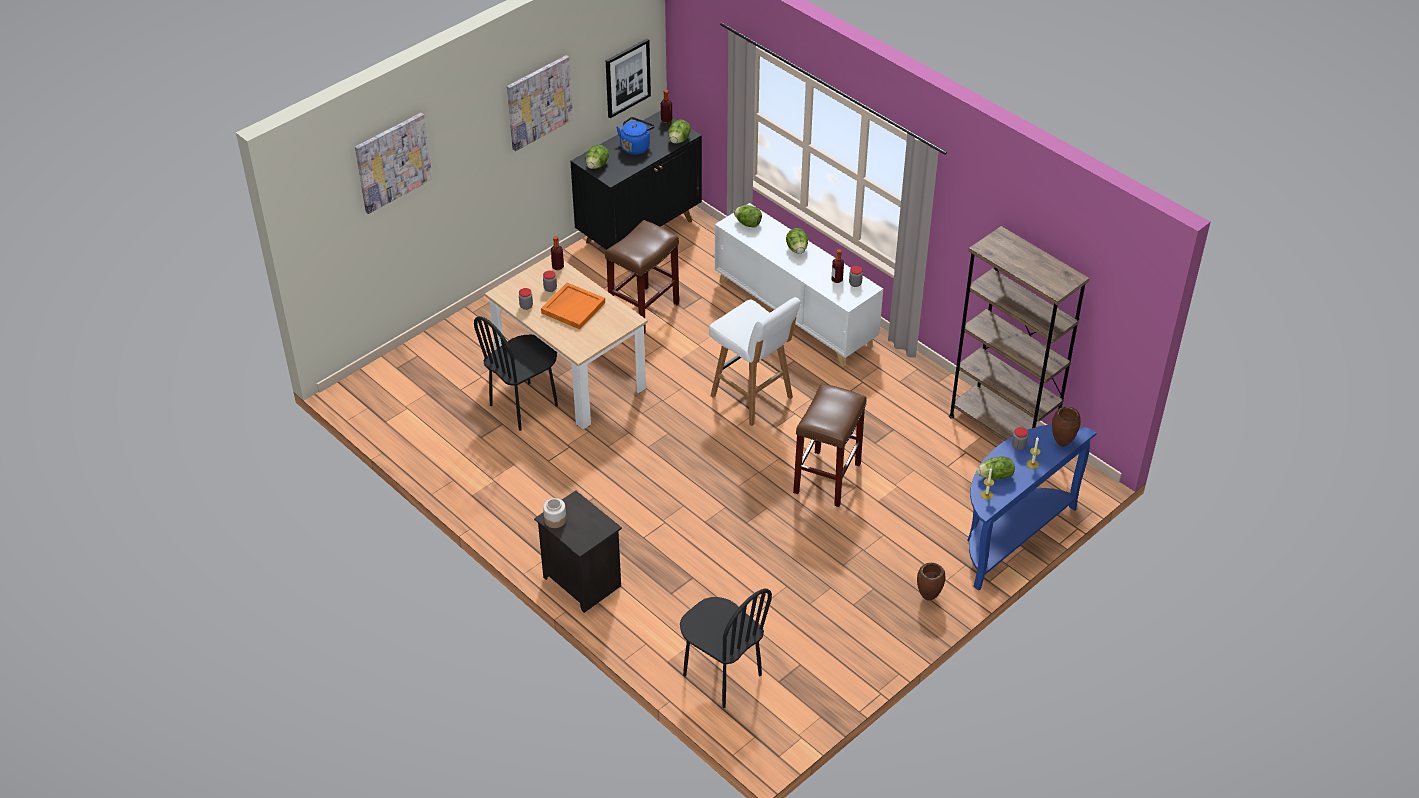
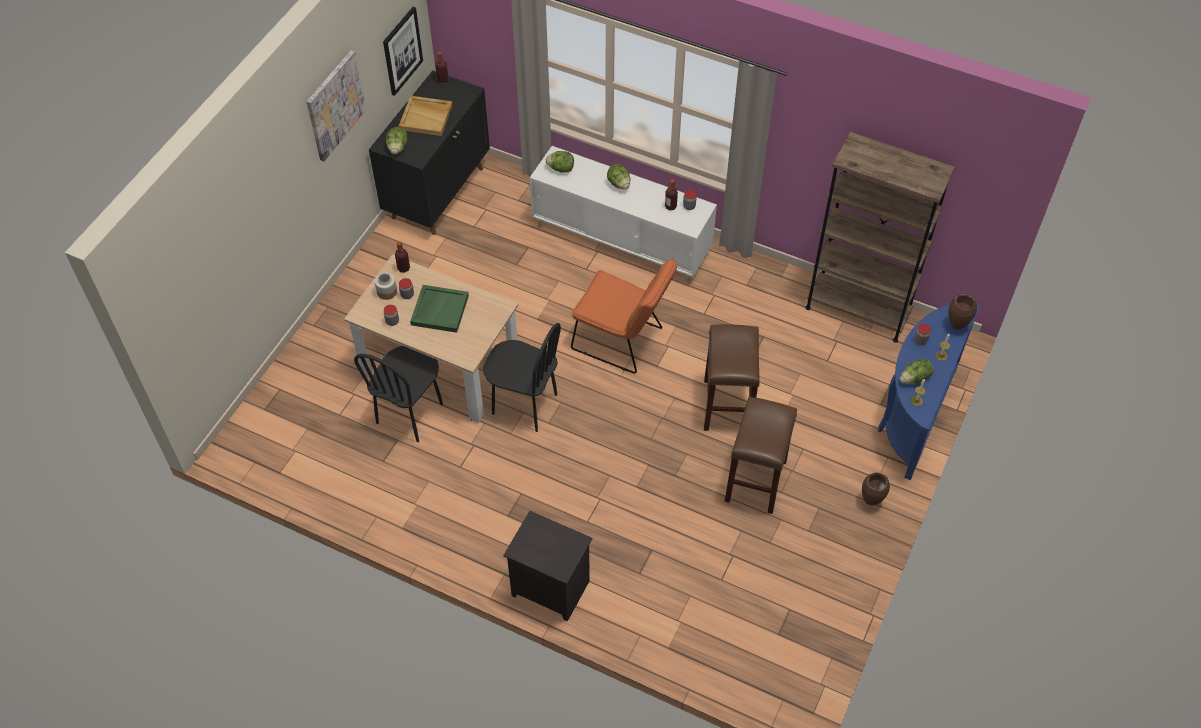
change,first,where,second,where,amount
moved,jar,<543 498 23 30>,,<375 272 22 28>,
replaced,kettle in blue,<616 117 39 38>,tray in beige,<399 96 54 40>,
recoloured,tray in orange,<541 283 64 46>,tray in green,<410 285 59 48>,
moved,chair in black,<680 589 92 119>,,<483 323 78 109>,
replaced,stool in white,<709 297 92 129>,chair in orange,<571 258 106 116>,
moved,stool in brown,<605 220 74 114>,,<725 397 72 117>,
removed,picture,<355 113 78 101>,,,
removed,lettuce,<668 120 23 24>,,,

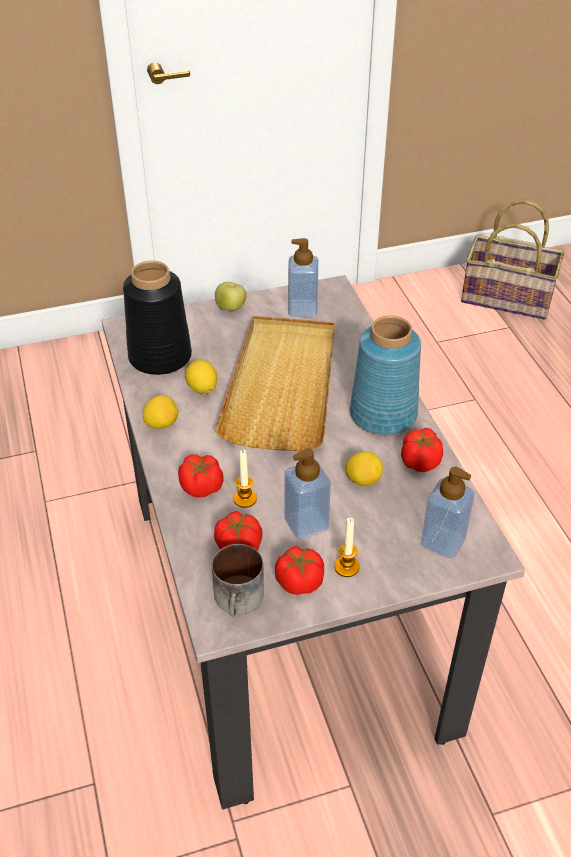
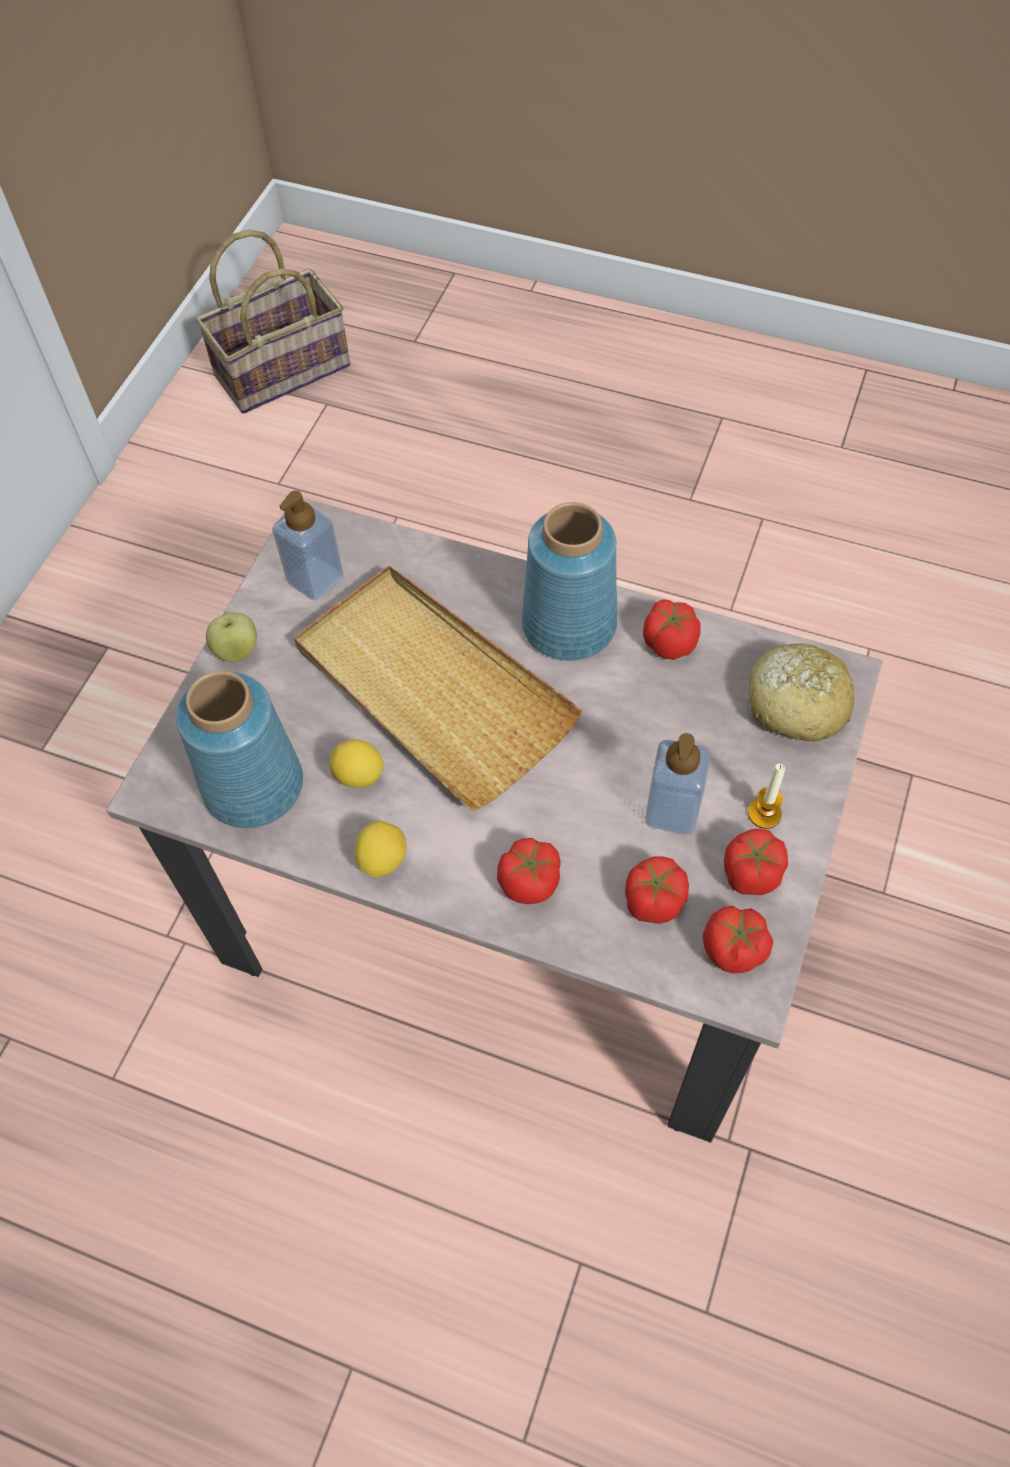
change,first,where,second,where,amount
recoloured,vase in black,<123 260 69 115>,vase in blue,<176 671 127 157>,
replaced,mug,<212 544 52 73>,tomato,<702 906 71 67>,
replaced,soap dispenser,<421 467 54 92>,bread,<749 643 105 98>,
removed,candle,<233 450 24 58>,,,
removed,lemon,<345 451 38 35>,,,

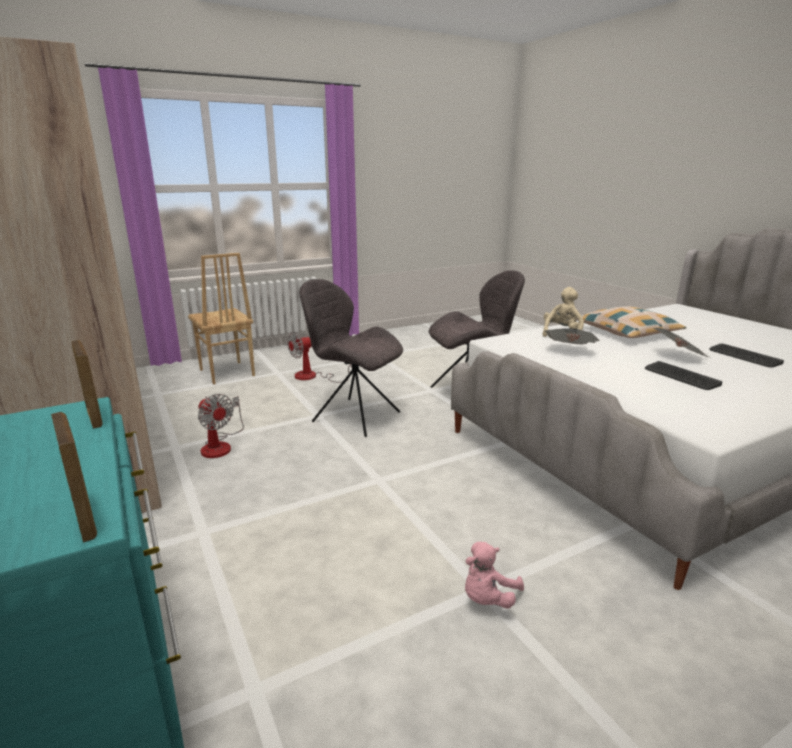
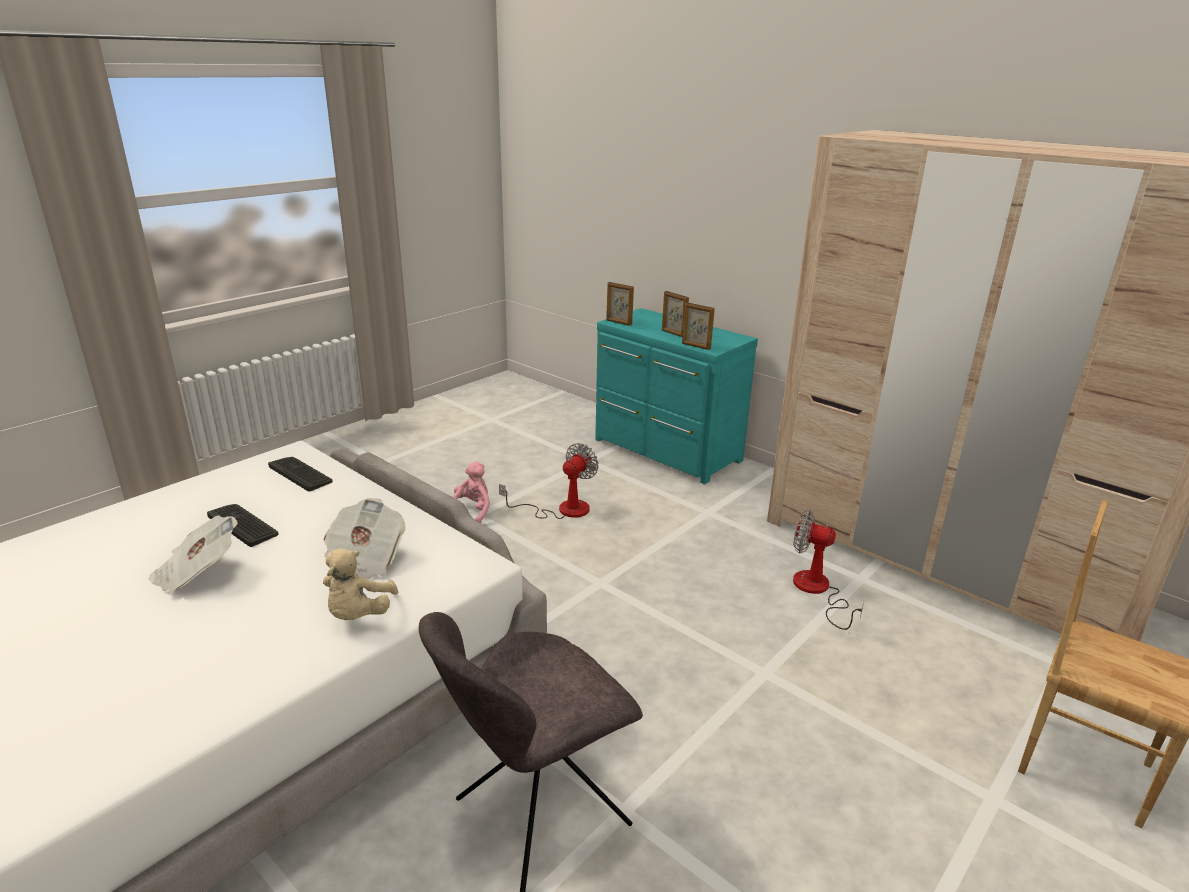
change,first,where,second,where,amount
moved,keyboard,<709 343 75 25>,,<268 457 65 35>,
moved,fan,<287 332 65 51>,,<499 443 100 76>,
added,,,picture frame,<662 291 27 46>,
removed,chair in grey,<299 279 104 158>,,,
removed,pillow,<576 306 111 32>,,,

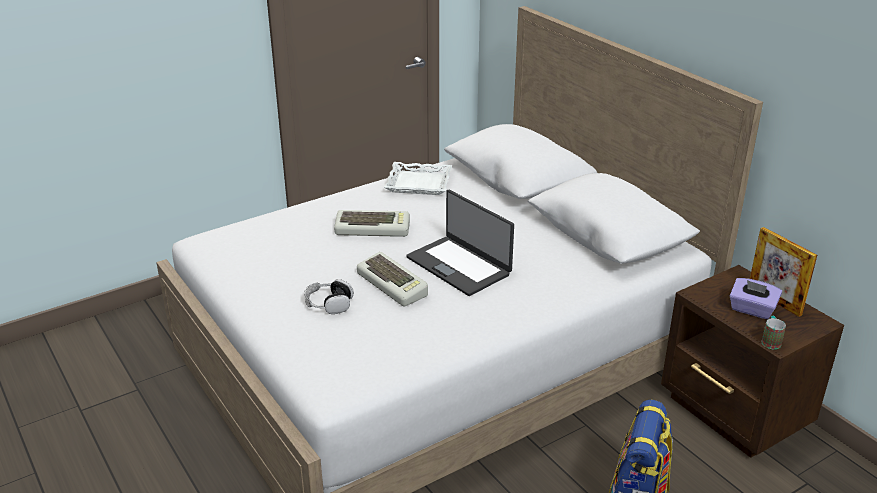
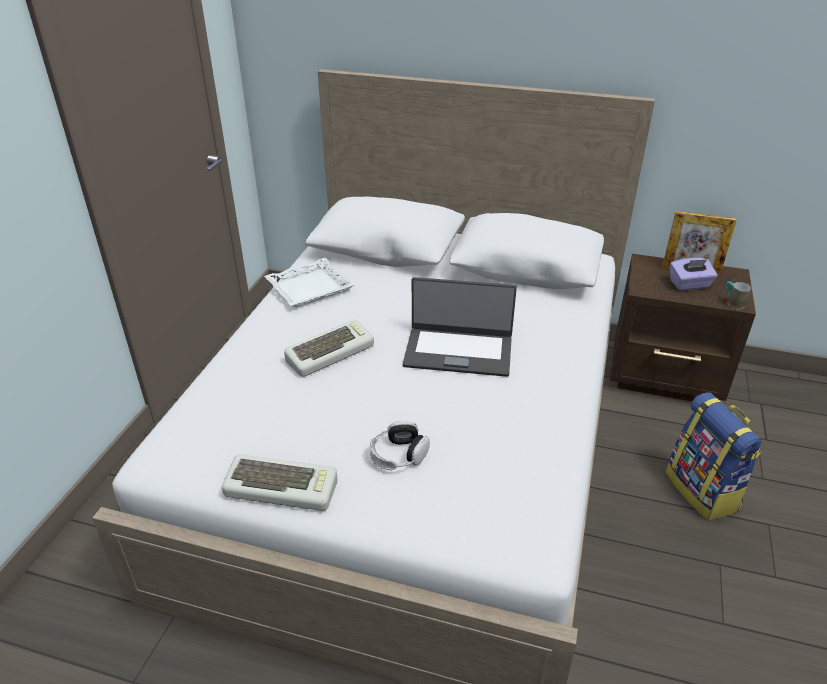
change,first,where,second,where,amount
moved,keyboard,<357 252 71 54>,,<222 454 116 57>,

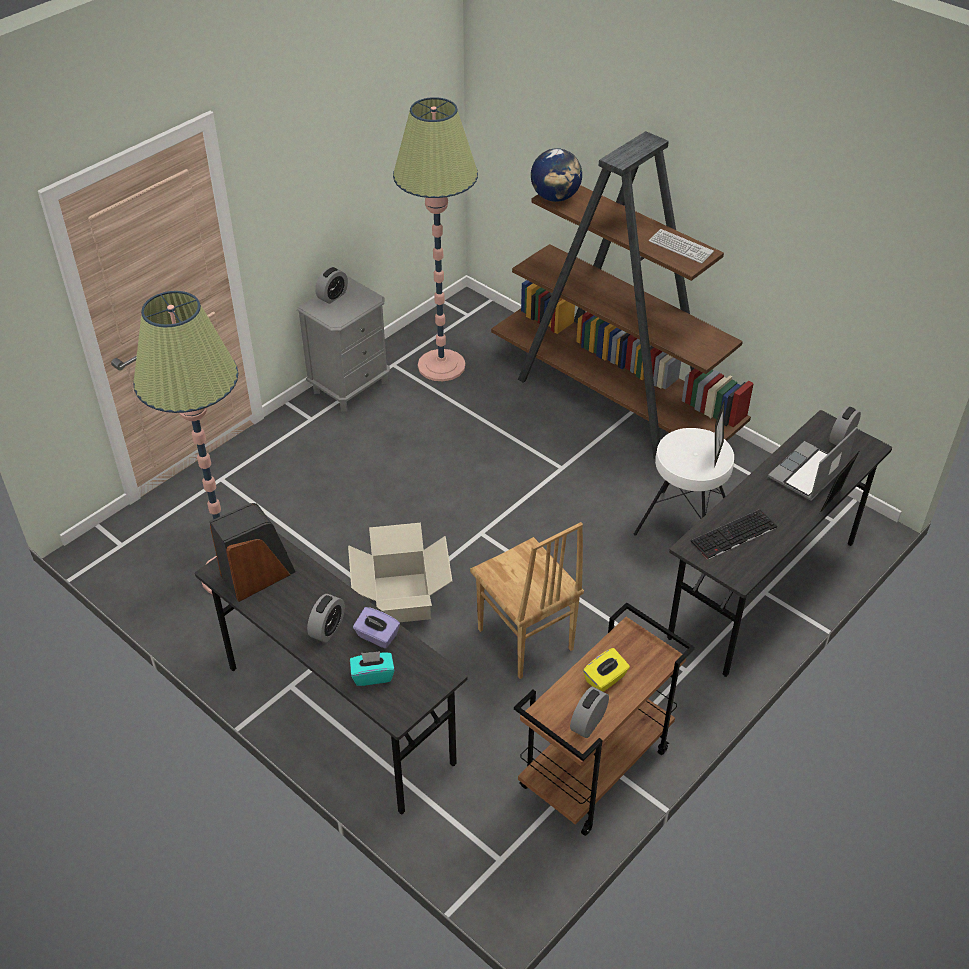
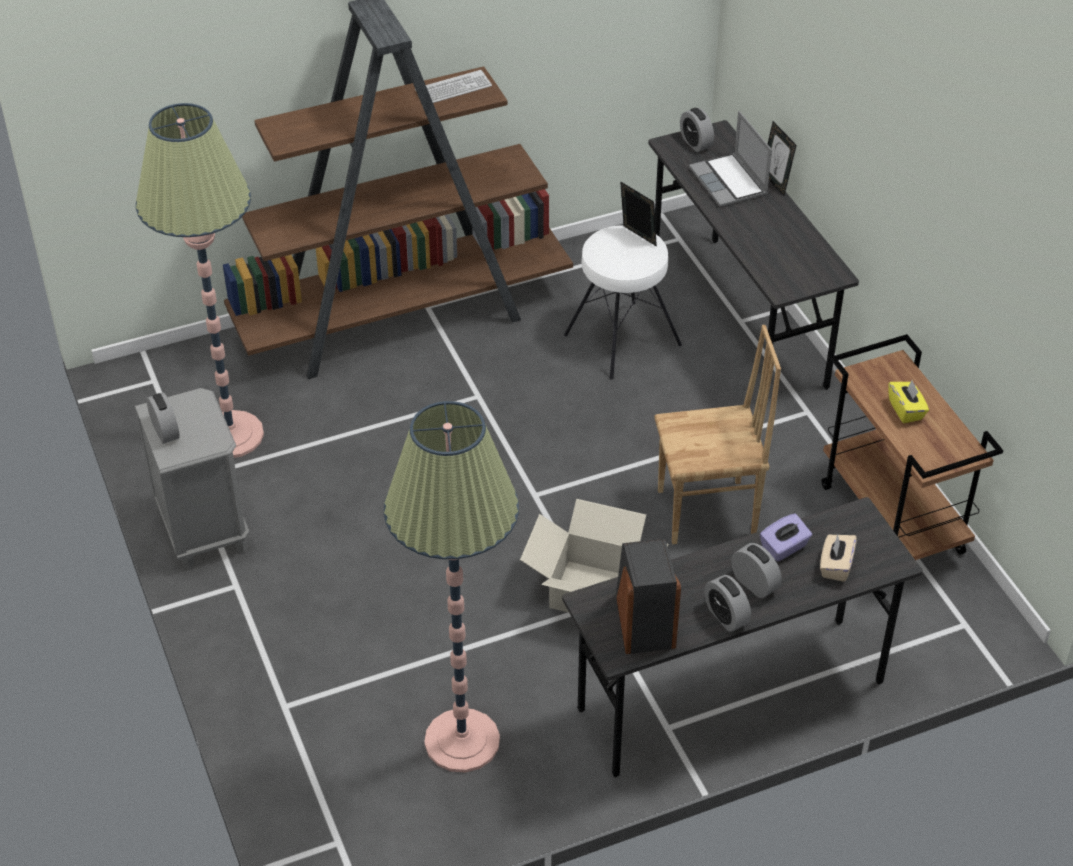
change,first,where,second,where,amount
moved,alarm clock,<570 687 39 51>,,<704 575 47 57>,
recoloured,tissue box in turquoise,<350 651 45 35>,tissue box in beige,<820 534 37 48>,
removed,globe,<531 148 51 54>,,,
removed,keyboard,<691 509 86 51>,,,

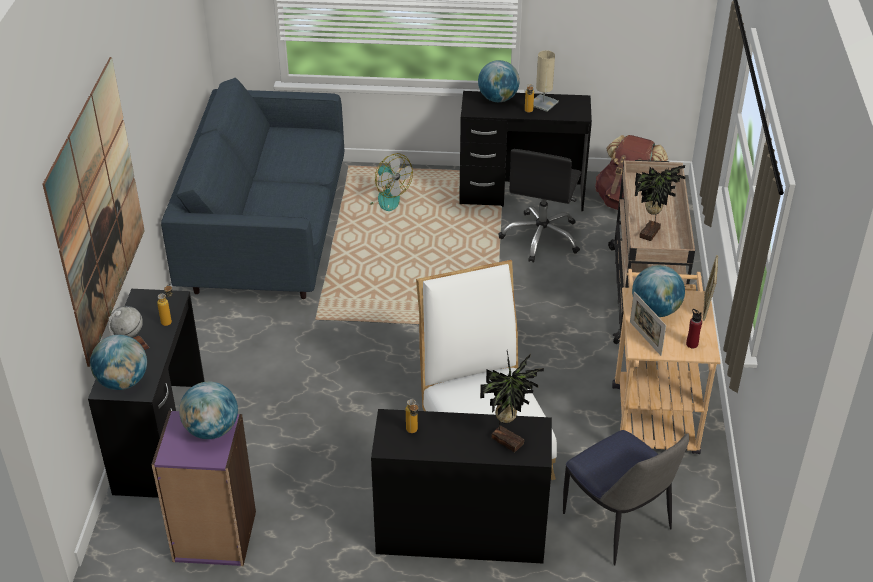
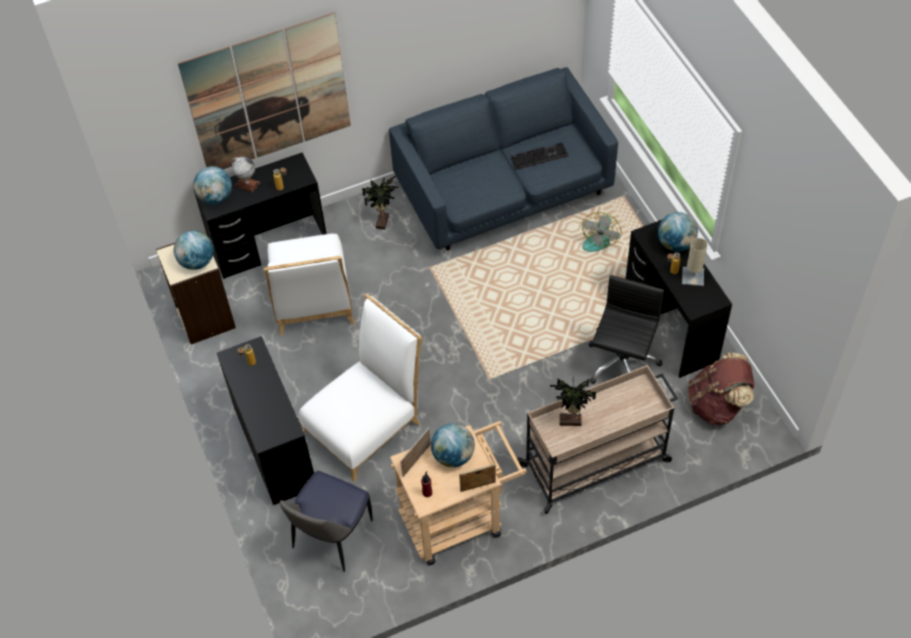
change,first,where,second,where,amount
recoloured,bookcase in purple,<151 411 105 155>,bookcase in beige,<156 243 80 101>,
added,,,chair in white,<264 234 91 102>,
moved,potted plant,<480 351 64 101>,,<362 176 36 54>,
added,,,keyboard,<510 142 58 28>,
turned,office chair in black,<499 149 82 114>,,<589 275 75 109>,120 degrees clockwise

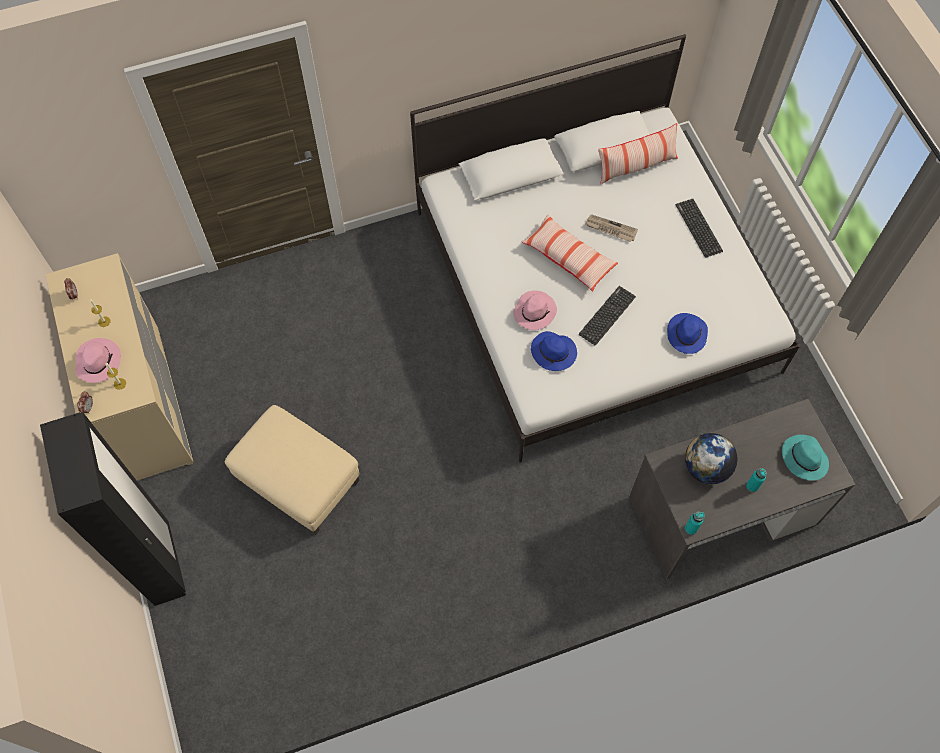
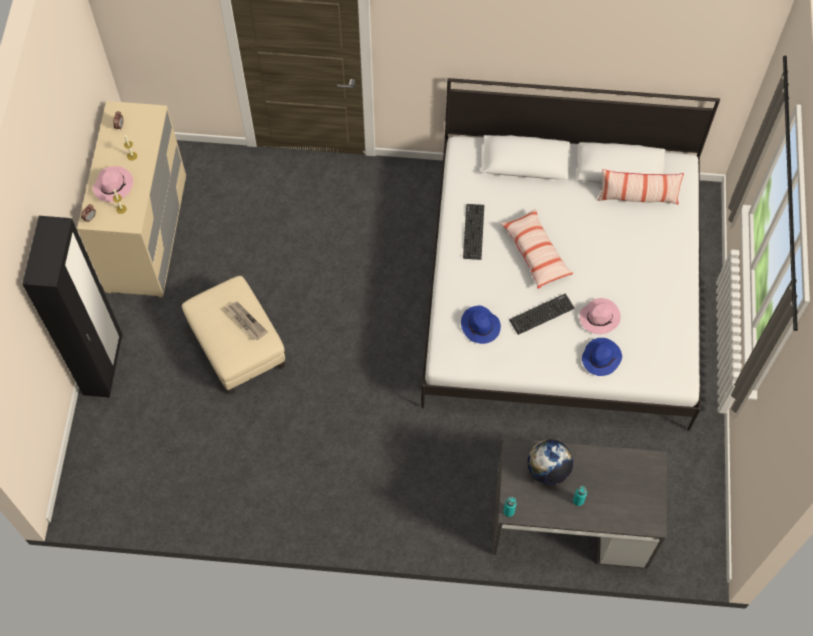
change,first,where,second,where,amount
moved,newspaper,<585 214 53 28>,,<225 302 43 39>,
moved,keyboard,<676 199 47 59>,,<463 204 21 56>,
moved,hat in pink,<513 291 44 39>,,<579 298 42 36>,
removed,hat in turquoise,<782 435 47 46>,,,

